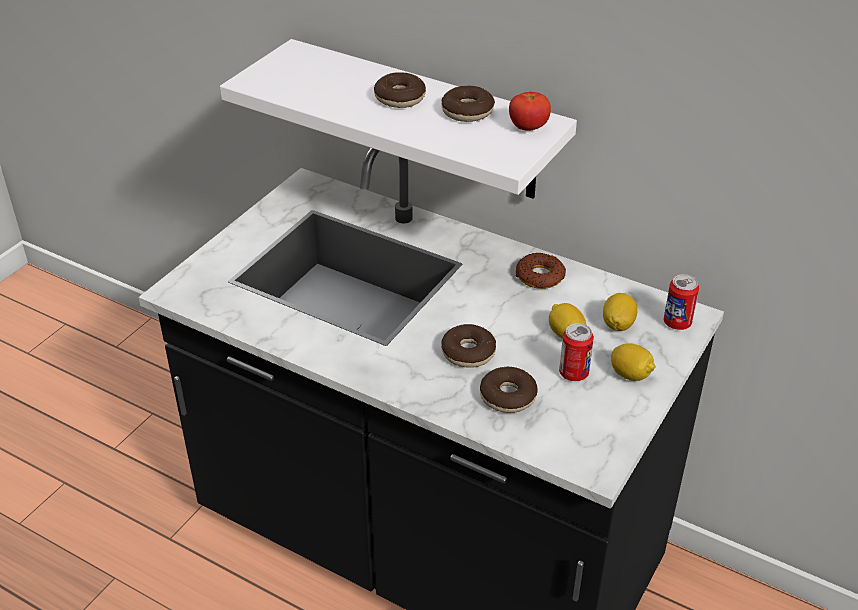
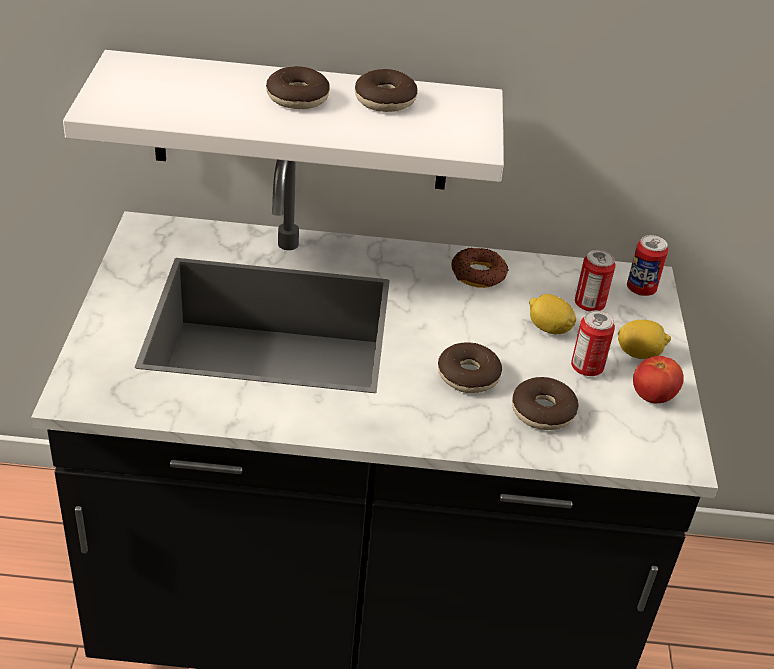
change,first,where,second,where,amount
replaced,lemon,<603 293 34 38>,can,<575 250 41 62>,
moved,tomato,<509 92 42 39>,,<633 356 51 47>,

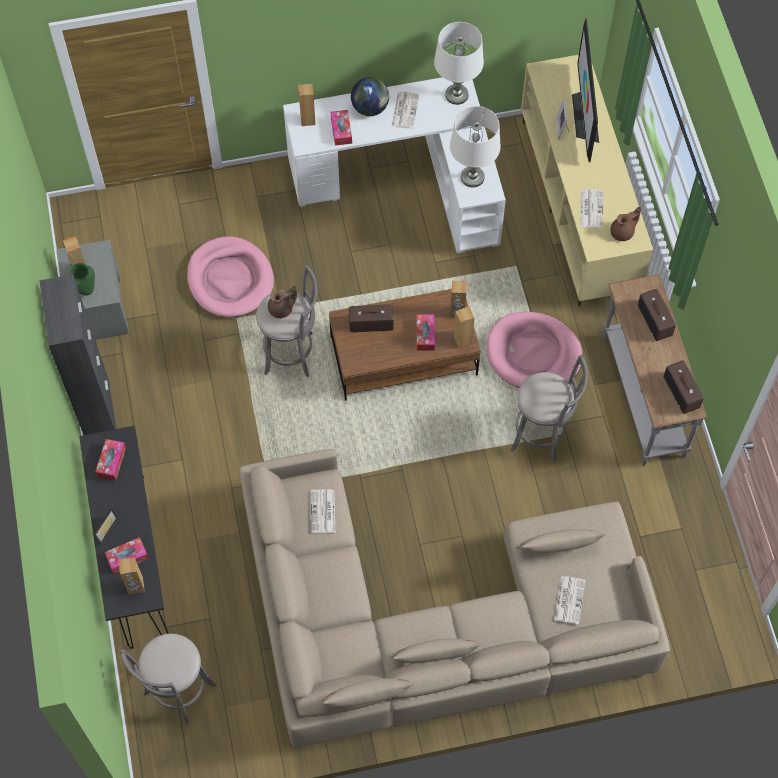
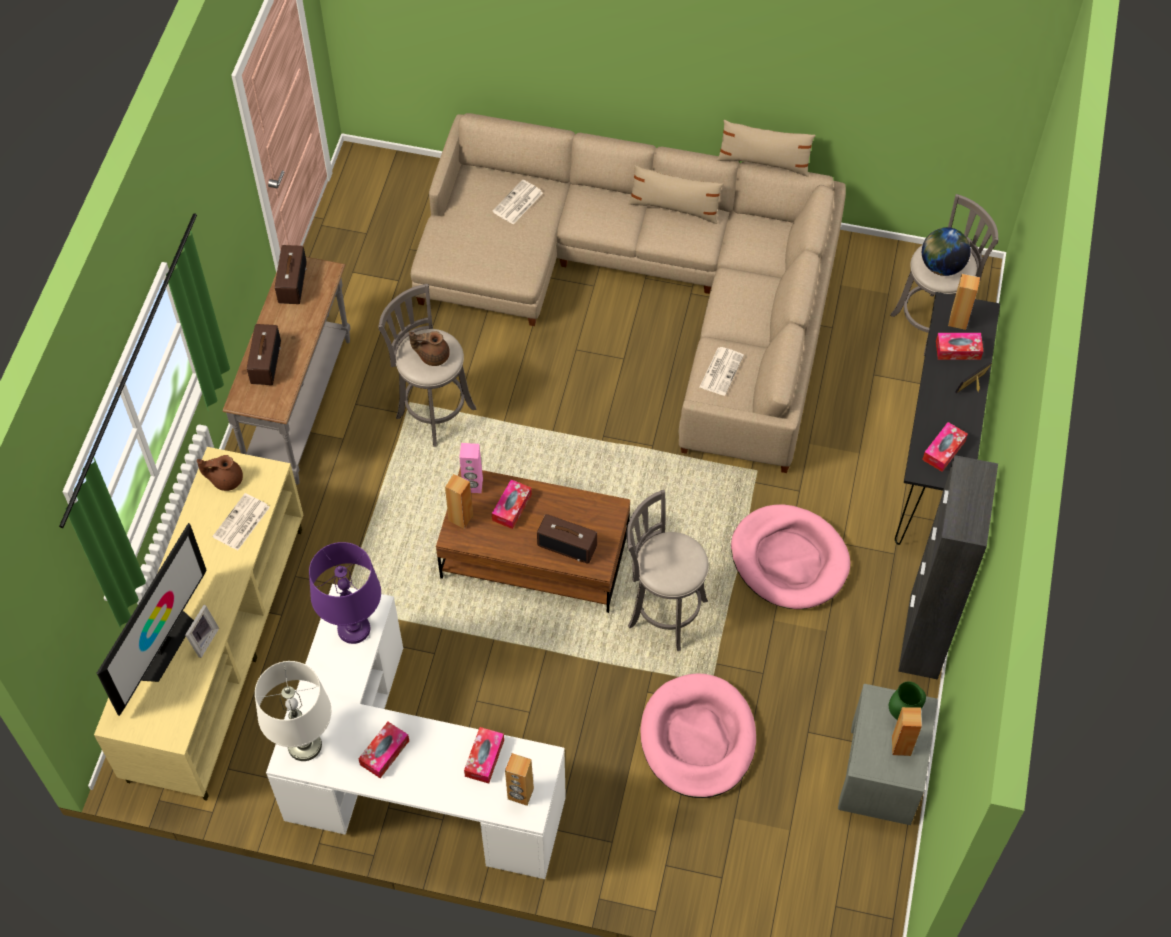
change,first,where,second,where,amount
recoloured,table lamp in white,<450 106 51 81>,table lamp in purple,<309 542 72 102>,
replaced,newspaper,<392 91 27 38>,tissue box,<358 722 51 56>,
moved,teapot in brown,<268 286 29 32>,,<409 331 41 35>,
recoloured,speaker in brown,<453 307 21 41>,speaker in pink,<459 443 24 50>,
moved,dog bed in pink,<487 311 95 77>,,<731 504 119 105>,
moved,globe,<351 77 38 39>,,<922 227 49 49>,
removed,pillow in beige,<516 529 90 24>,,,

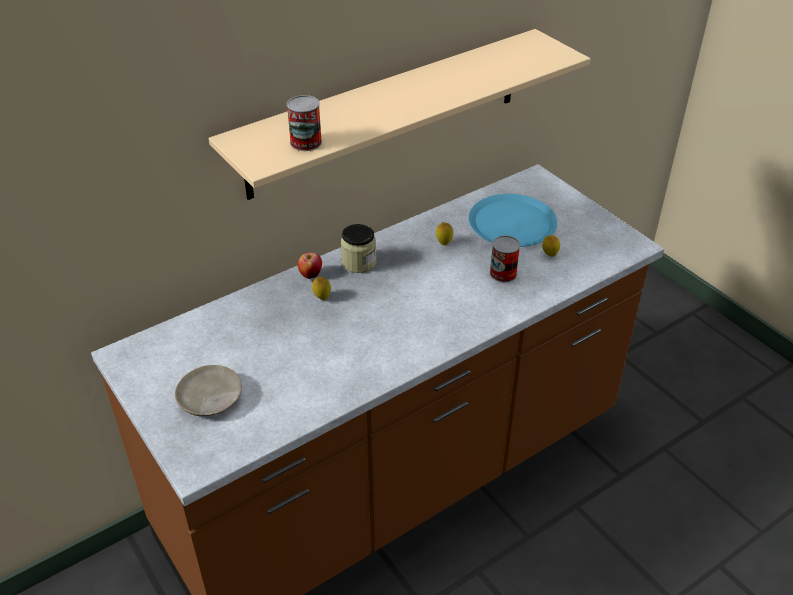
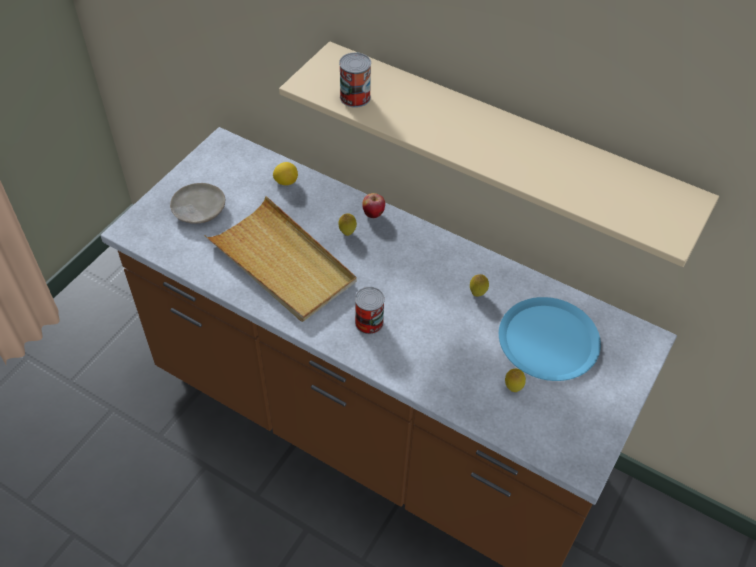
change,first,where,second,where,amount
added,,,tray in beige,<204 196 153 126>,
added,,,lemon,<273 162 25 23>,
moved,can,<490 235 30 47>,,<355 287 30 47>,
removed,jar,<341 224 36 49>,,,

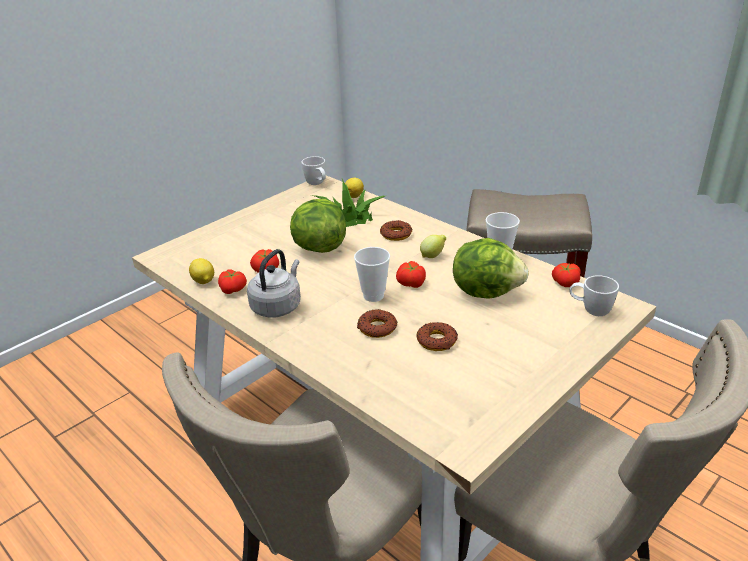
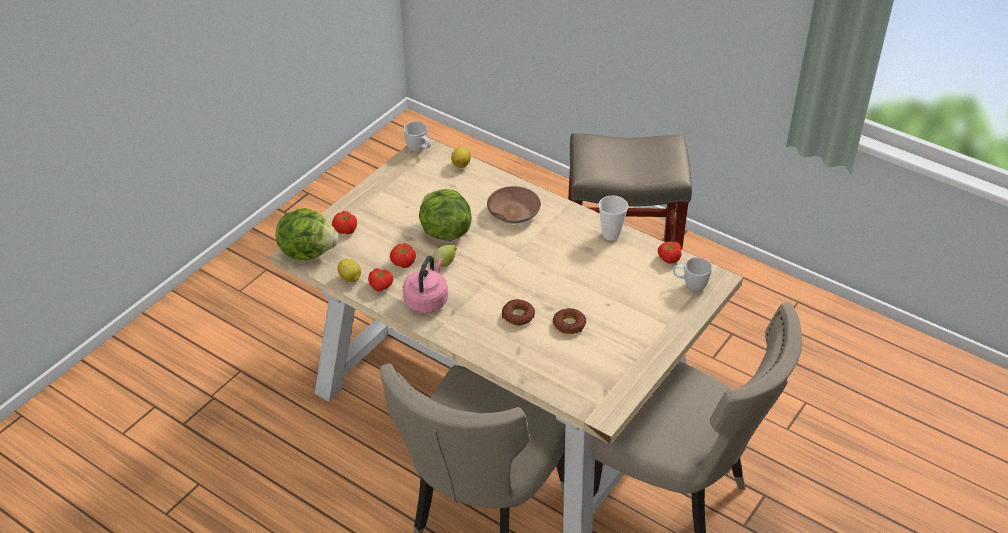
change,first,where,second,where,amount
moved,lettuce,<453 238 76 61>,,<276 208 63 52>,
moved,tomato,<396 261 30 27>,,<332 211 25 23>,
recoloured,kettle in grey,<247 249 54 69>,kettle in pink,<403 256 45 57>,
moved,lemon,<420 235 26 23>,,<433 245 24 22>,
replaced,donut,<380 220 32 21>,bowl in brown,<487 186 54 37>,
removed,potted plant,<311 179 74 48>,,,
removed,cup,<354 247 36 55>,,,

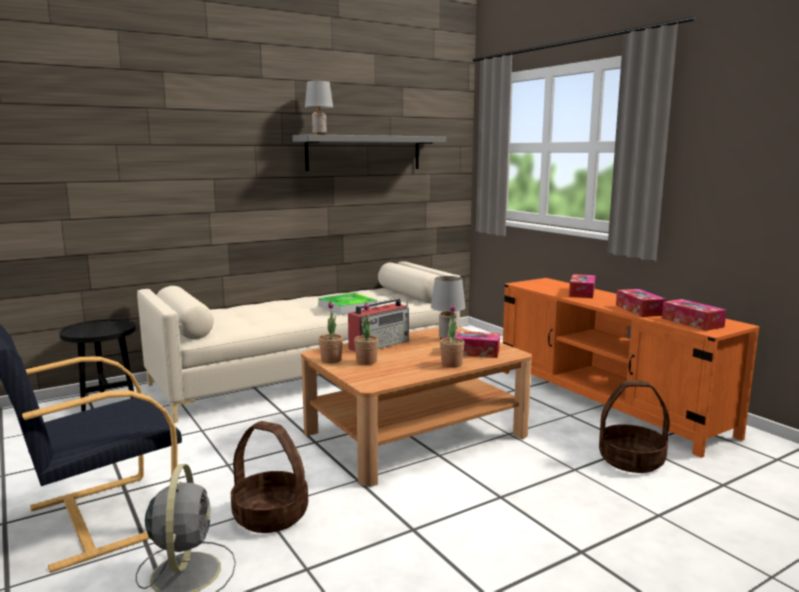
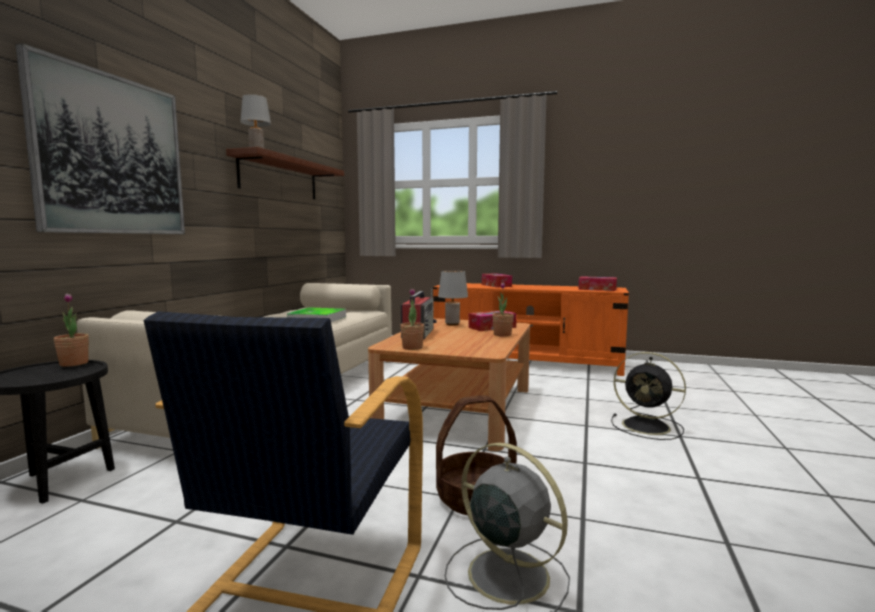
change,first,where,second,where,amount
added,,,picture,<15 43 170 191>,
moved,potted plant,<354 302 24 63>,,<54 293 35 74>,
recoloured,shelf in grey,<292 134 154 37>,shelf in brown,<226 147 118 52>,
added,,,fan in black,<611 352 75 88>,
removed,basket,<599 381 71 92>,,,
removed,tissue box,<616 289 51 28>,,,

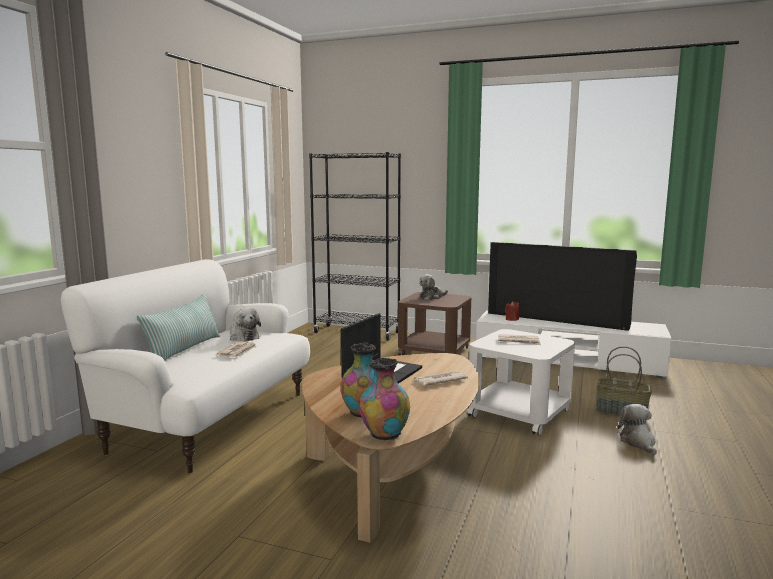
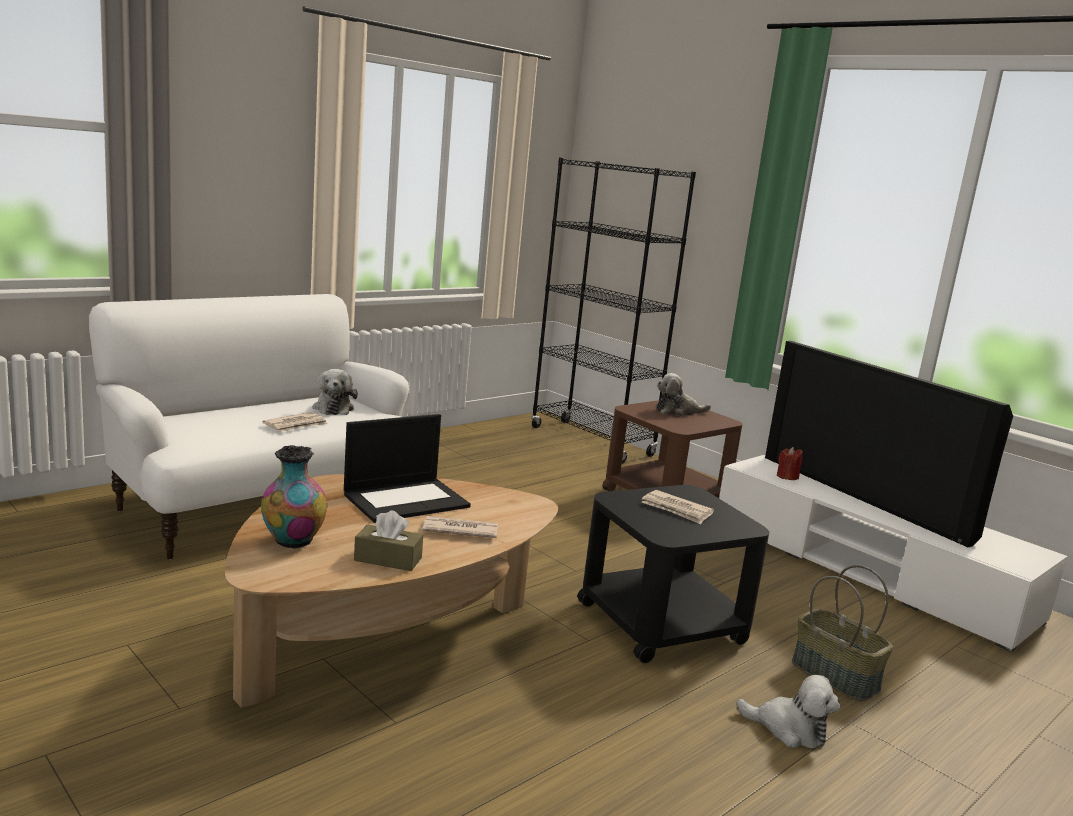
change,first,where,second,where,amount
added,,,tissue box in brown,<354 510 69 61>,
recoloured,side table in white,<467 329 108 107>,side table in black,<577 485 192 178>,
turned,plush toy,<618 404 39 52>,,<737 675 103 74>,90 degrees clockwise
removed,pillow,<137 294 83 67>,,,
removed,vase,<360 358 50 82>,,,

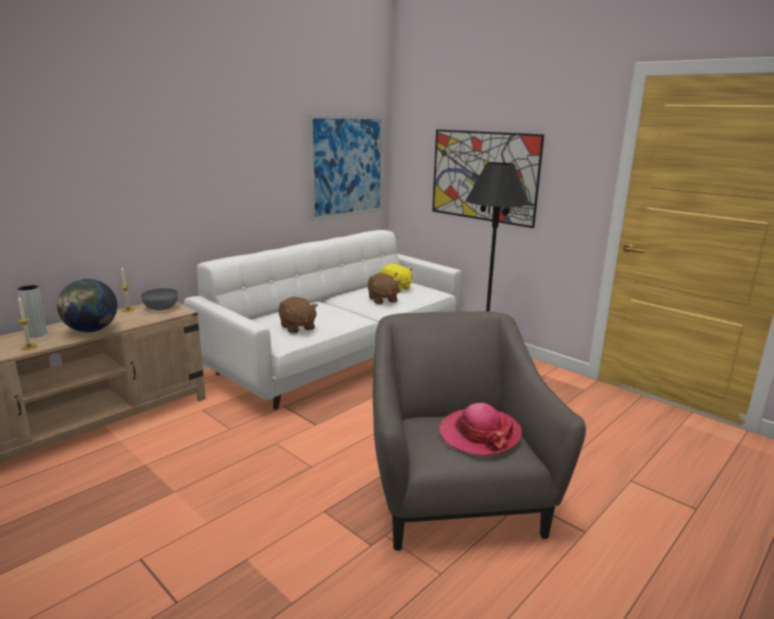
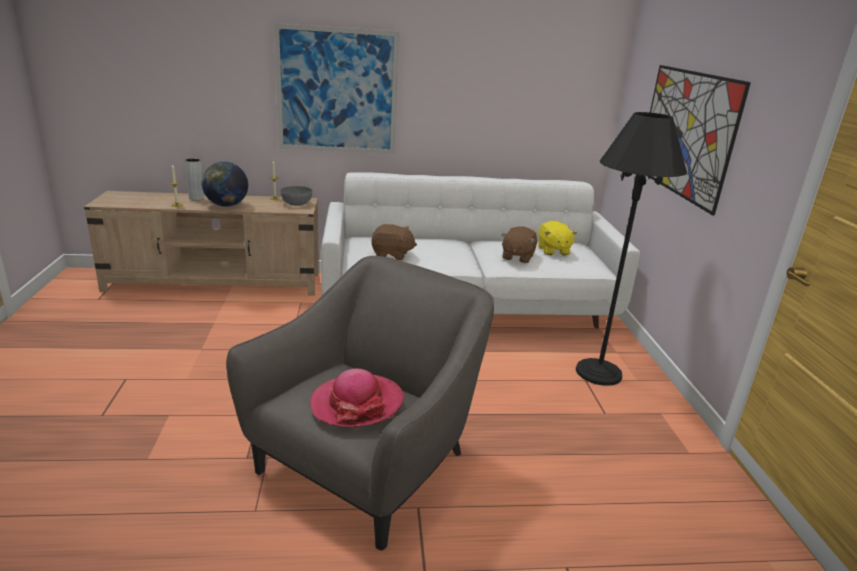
change,first,where,second,where,amount
moved,picture,<308 114 76 107>,,<274 23 125 131>,
turned,plush toy in brown,<279 297 39 36>,,<371 224 46 36>,90 degrees counterclockwise

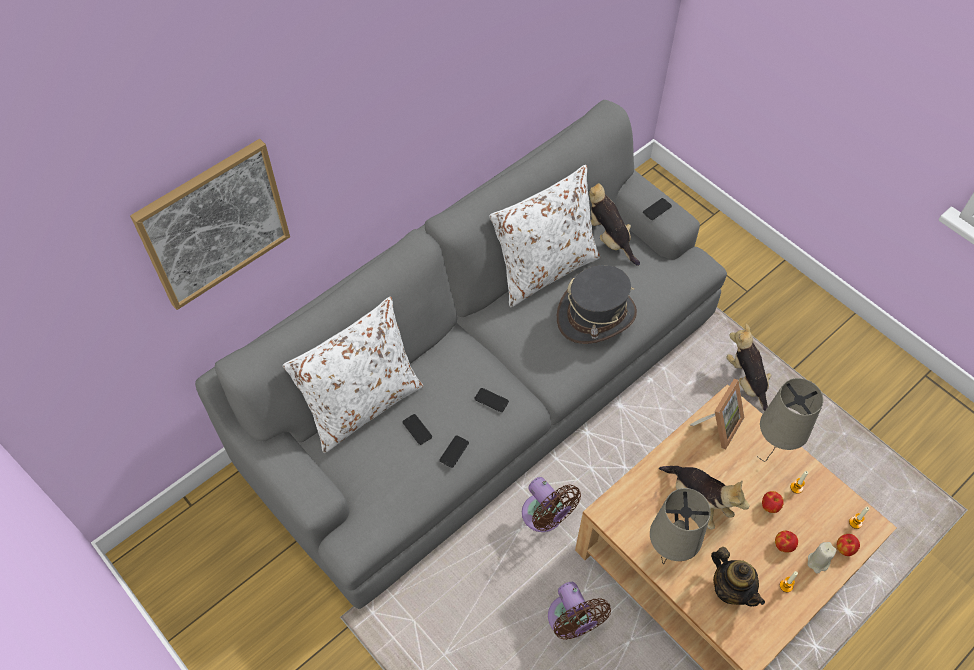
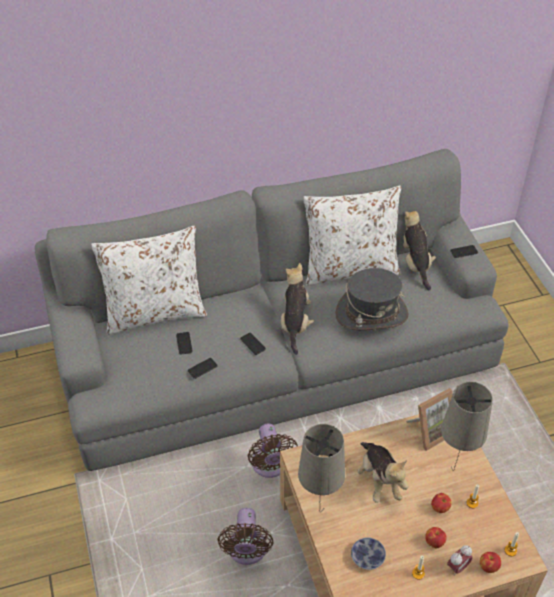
change,first,where,second,where,amount
moved,plush toy,<727 324 44 87>,,<281 263 33 92>,
replaced,teapot,<711 547 54 60>,bowl,<351 537 35 33>,
replaced,candle in beige,<808 542 29 32>,alarm clock,<447 545 26 31>,
removed,picture,<130 139 160 171>,,,

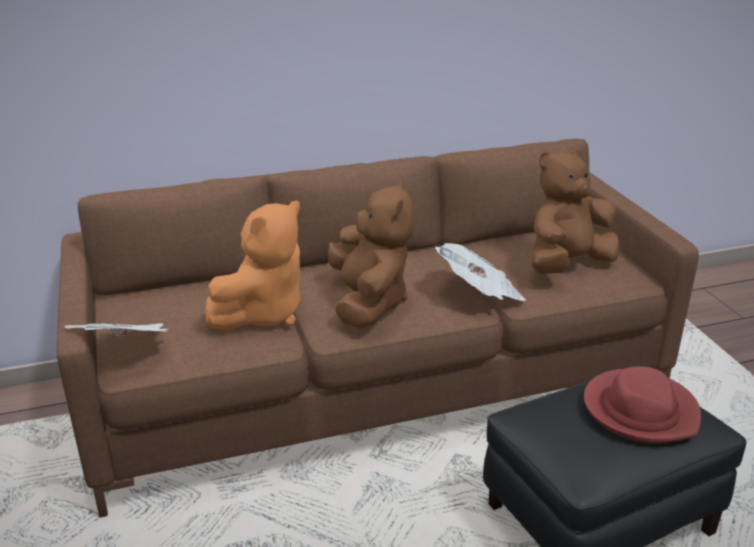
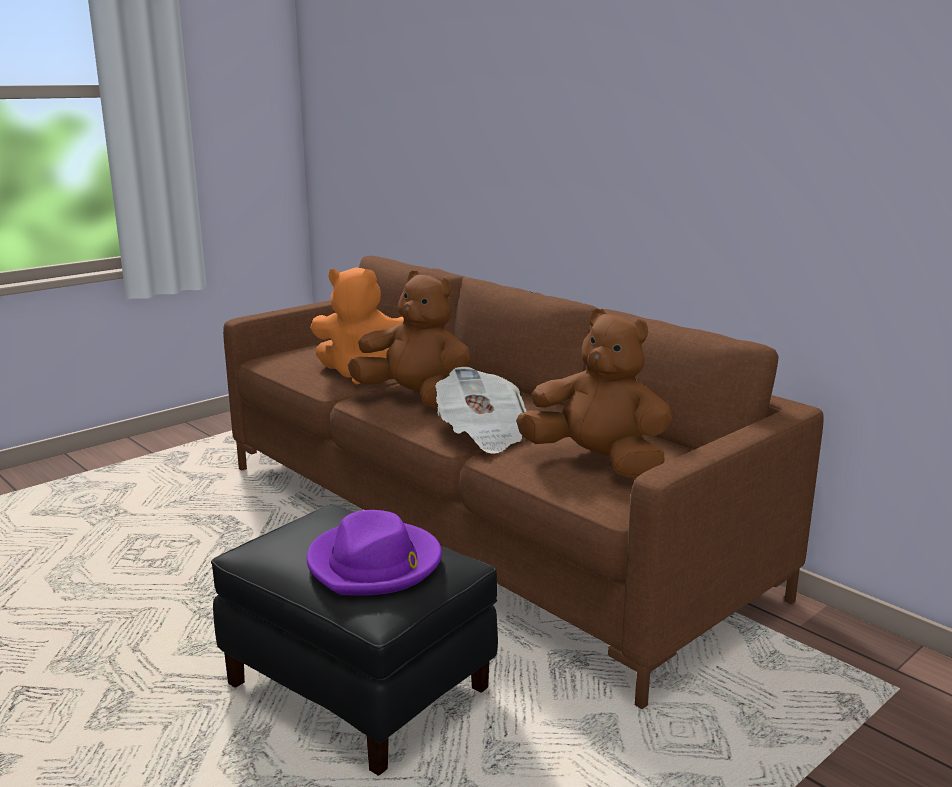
change,first,where,second,where,amount
recoloured,hat in red,<584 366 117 78>,hat in purple,<307 510 135 85>,
turned,plush toy in brown,<328 180 86 149>,,<348 270 122 138>,120 degrees counterclockwise
removed,newspaper,<65 323 104 14>,,,

